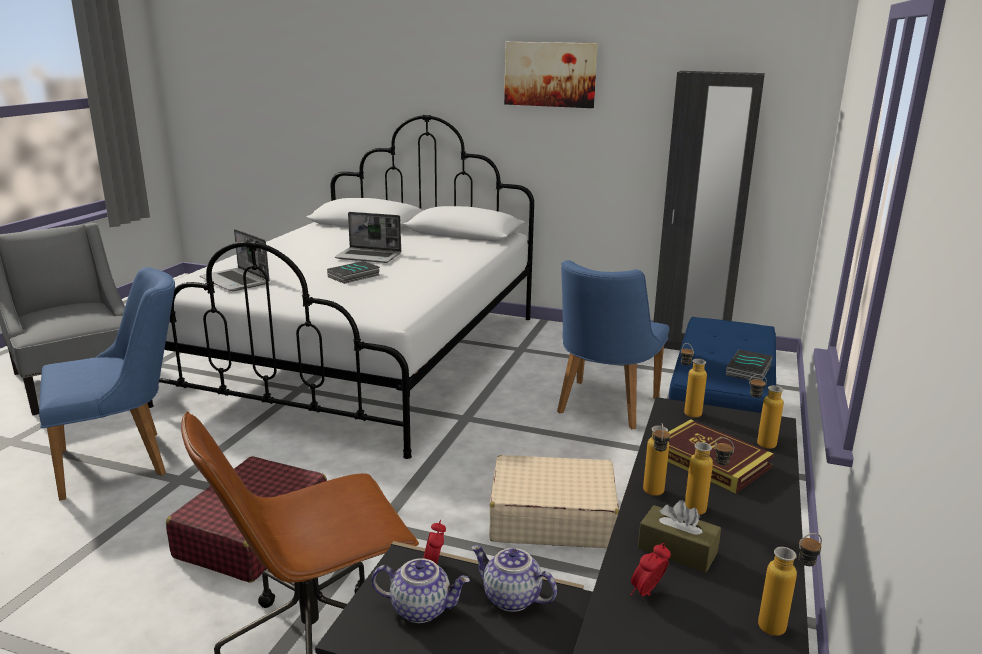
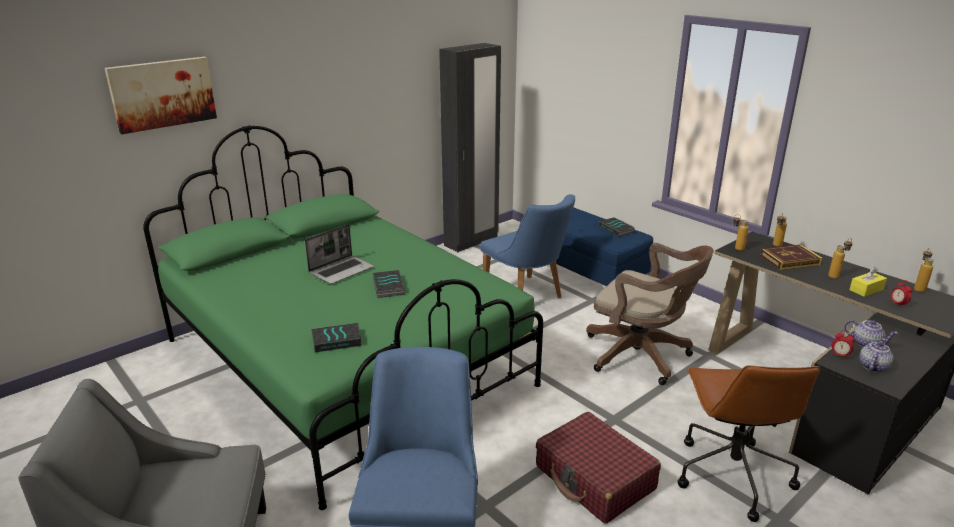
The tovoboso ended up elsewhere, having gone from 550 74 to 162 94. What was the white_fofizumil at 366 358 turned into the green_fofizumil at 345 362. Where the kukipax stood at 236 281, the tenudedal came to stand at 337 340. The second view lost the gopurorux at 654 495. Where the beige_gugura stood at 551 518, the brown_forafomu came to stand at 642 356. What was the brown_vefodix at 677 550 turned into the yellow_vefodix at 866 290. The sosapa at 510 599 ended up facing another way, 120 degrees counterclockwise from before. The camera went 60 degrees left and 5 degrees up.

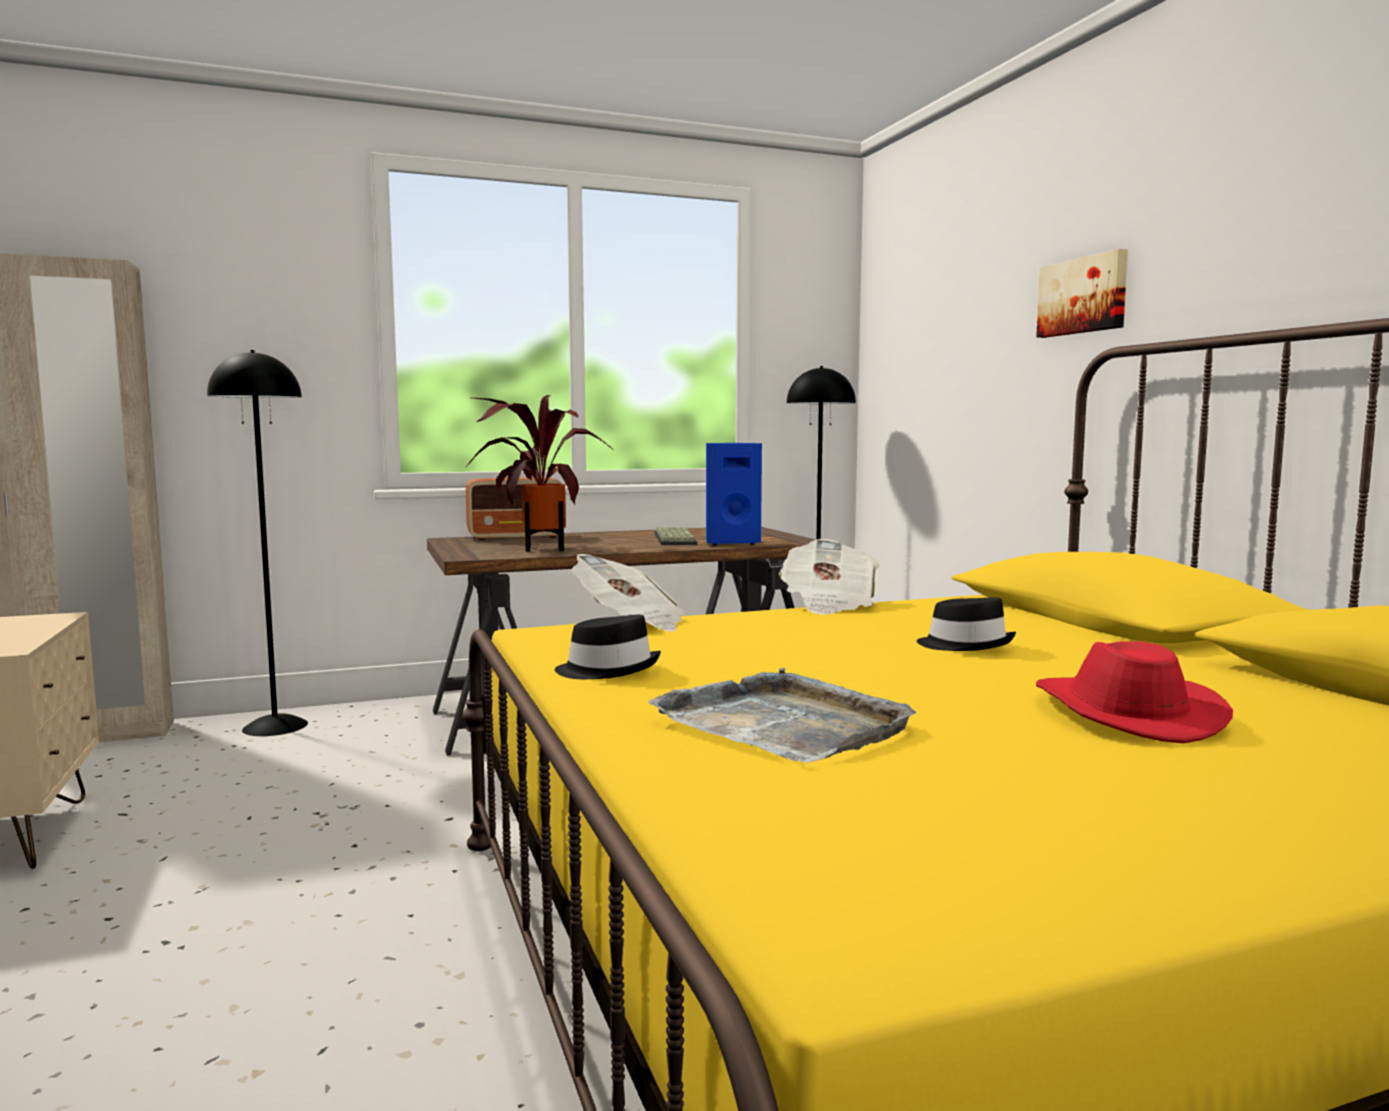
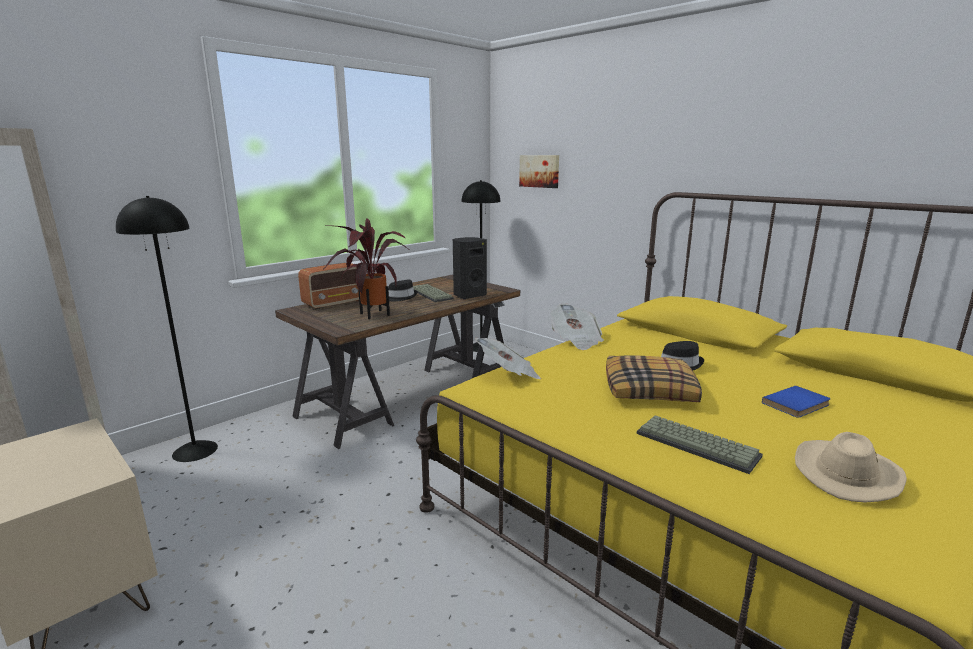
The tovoboso ended up elsewhere, having gone from 1083 296 to 540 171. What was the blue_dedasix at 731 543 turned into the black_dedasix at 469 295. The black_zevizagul ended up elsewhere, having gone from 608 670 to 401 297. Where the red_zevizagul stood at 1123 713, the blue_tenudedal came to stand at 797 404. Where the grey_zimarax stood at 784 724, the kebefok came to stand at 698 444. The second view gained the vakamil at 650 390. The second view gained the beige_zevizagul at 845 473. The camera went 25 degrees left and 10 degrees up.

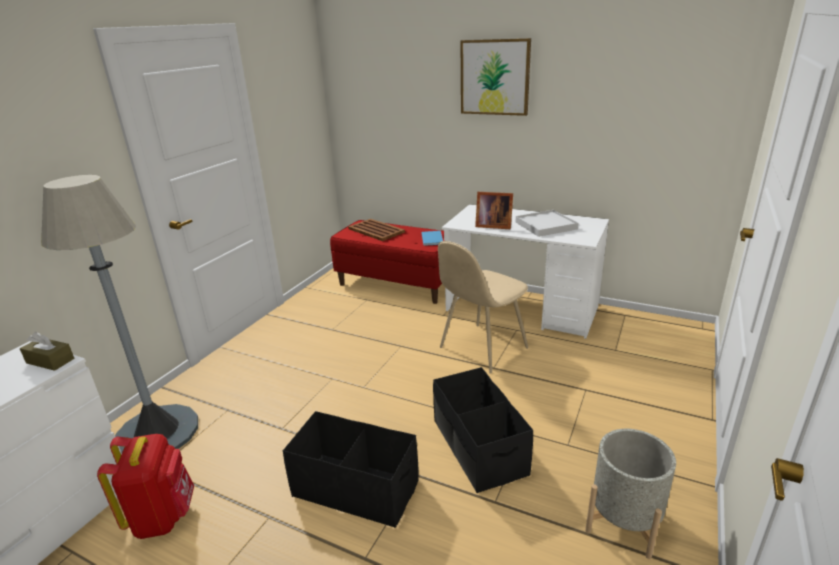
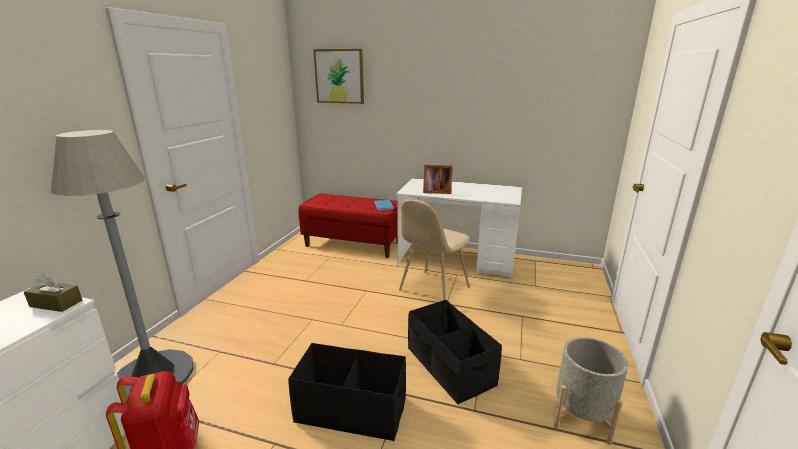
The tovoboso ended up elsewhere, having gone from 495 77 to 339 76. The second view lost the white_zimarax at 545 225. The second view lost the brown_zimarax at 376 230. The camera went 10 degrees left and 5 degrees down.

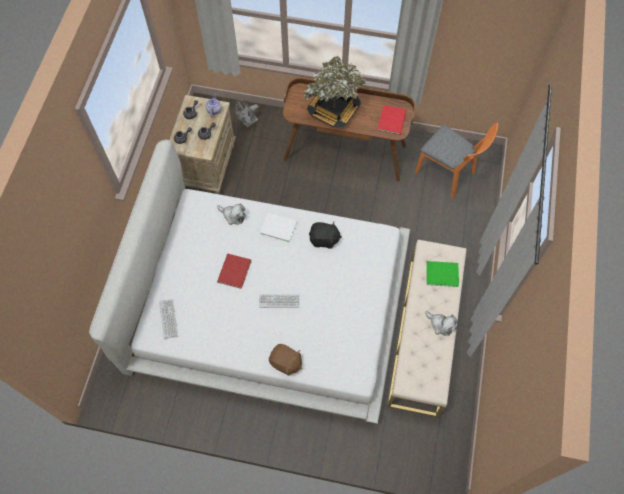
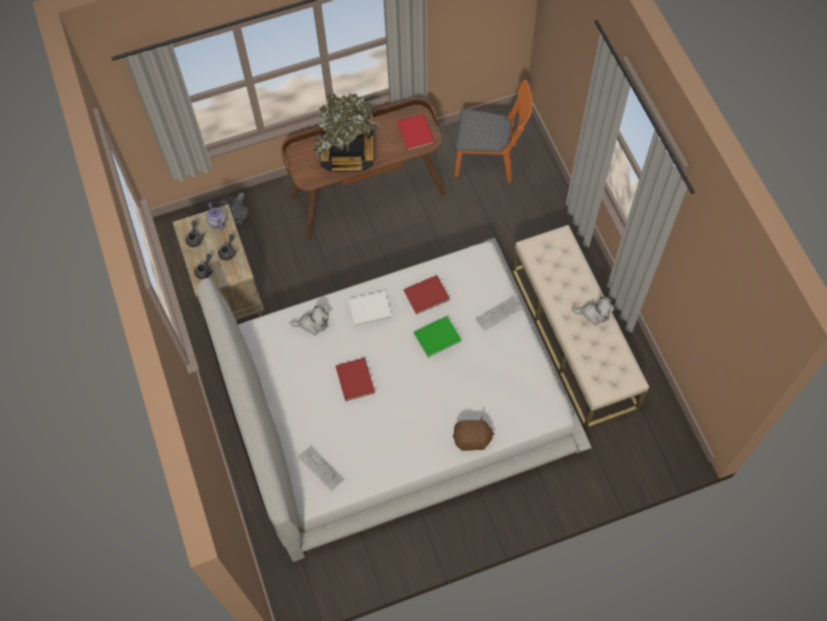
Where the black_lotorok stood at 324 239, the red_tenudedal came to stand at 425 295. The green_tenudedal ended up elsewhere, having gone from 441 273 to 436 337. The kebefok ended up elsewhere, having gone from 279 301 to 498 313. The camera went 30 degrees left and 0 degrees up.

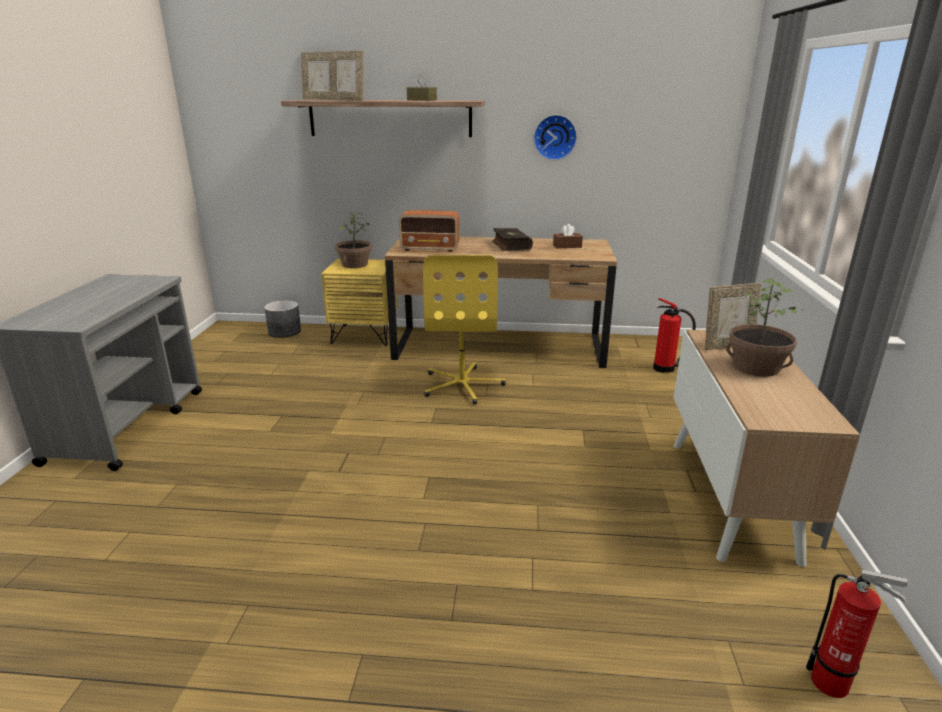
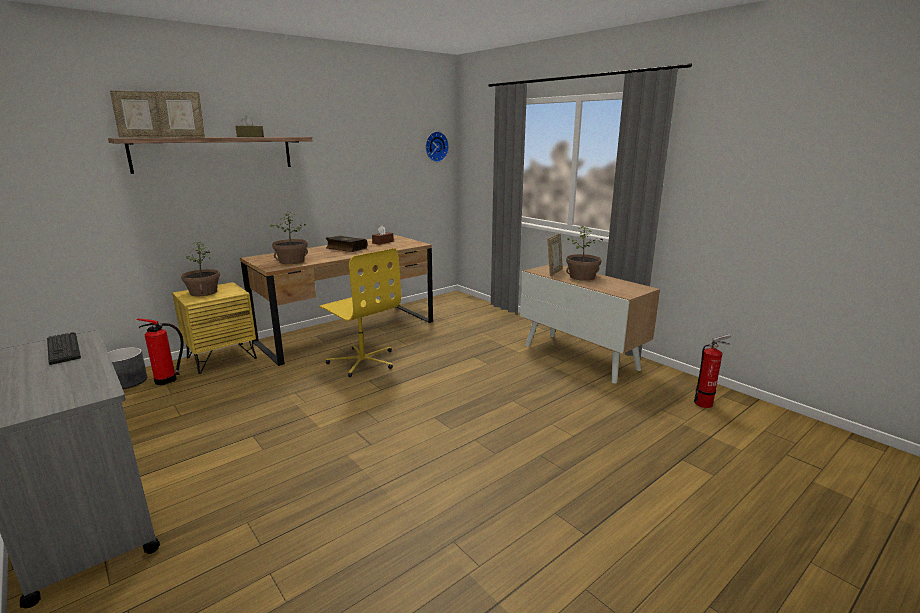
The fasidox ended up elsewhere, having gone from 555 137 to 435 146. Where the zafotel stood at 430 249, the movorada came to stand at 292 261. The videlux ended up elsewhere, having gone from 666 369 to 168 380. The second view gained the kebefok at 63 349. The camera went 45 degrees left and 5 degrees down.

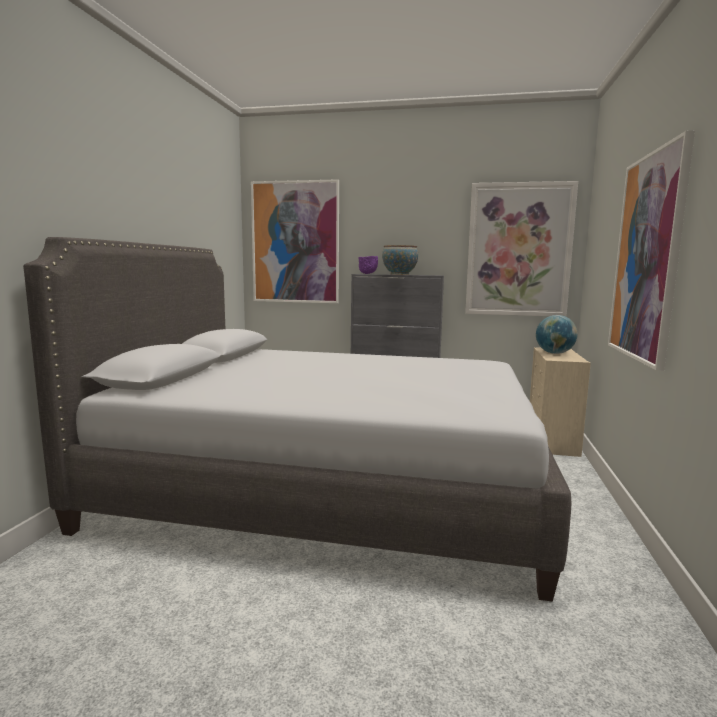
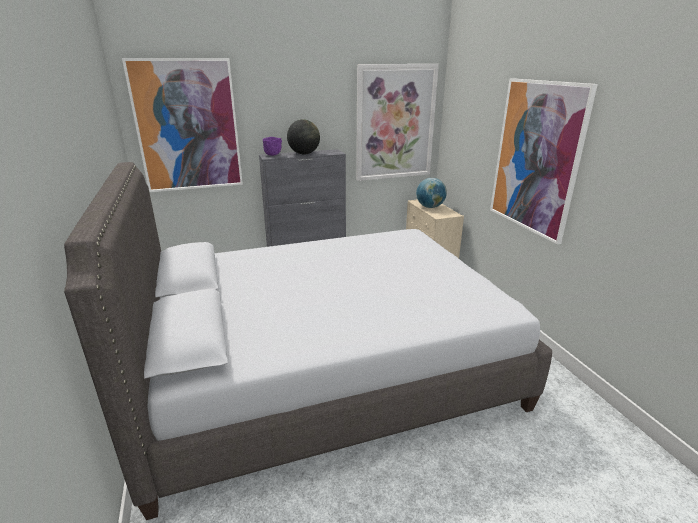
Where the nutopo stood at 399 274, the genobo came to stand at 304 154. The camera went 30 degrees left and 15 degrees up.

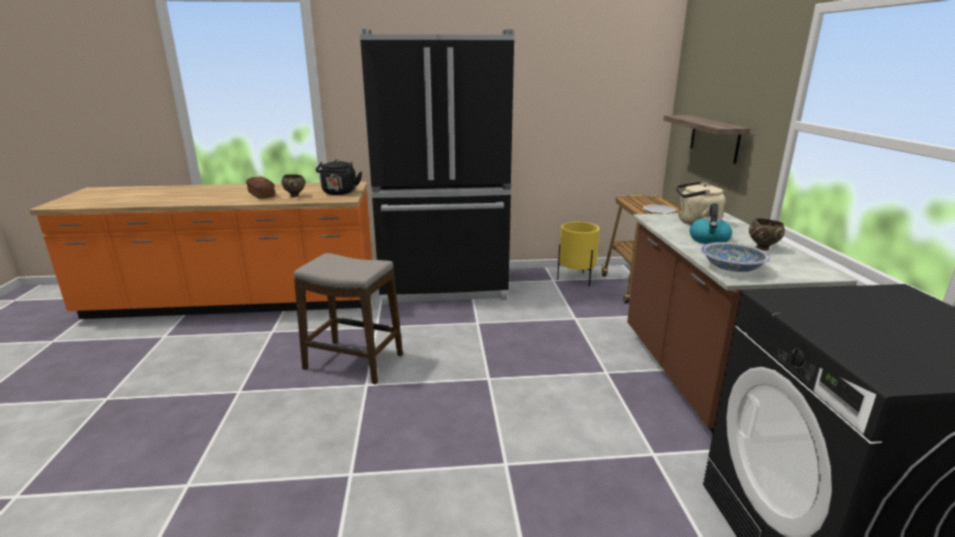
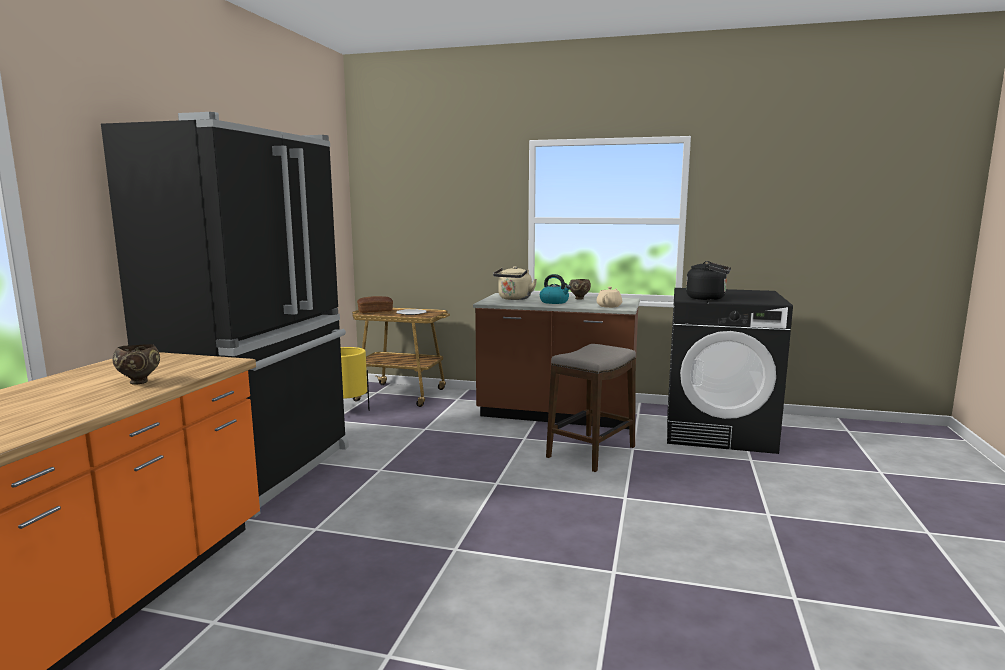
The second view lost the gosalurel at 714 138. The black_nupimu ended up elsewhere, having gone from 339 193 to 708 298. The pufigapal ended up elsewhere, having gone from 261 195 to 375 311. Where the nutopo stood at 732 268, the beige_sosapa came to stand at 609 306. The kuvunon ended up elsewhere, having gone from 354 362 to 591 452. The camera went 70 degrees left and 10 degrees down.

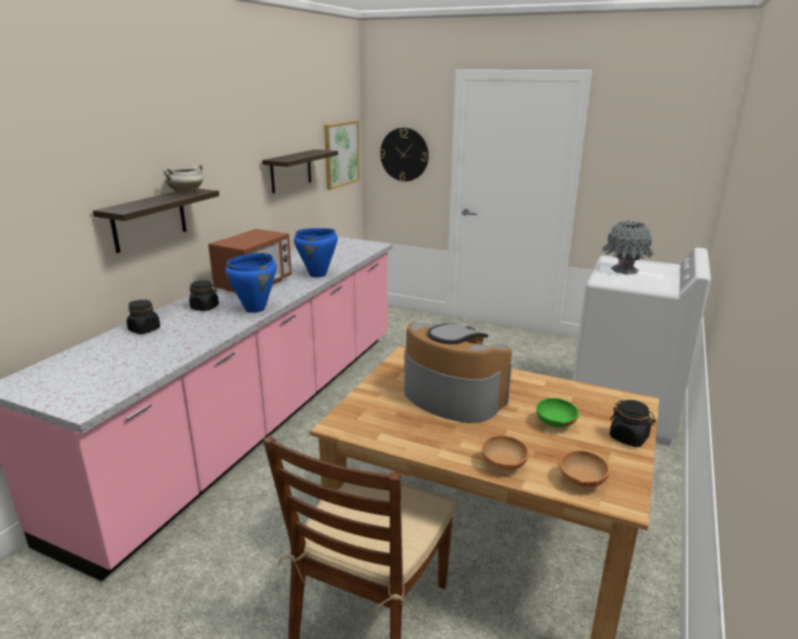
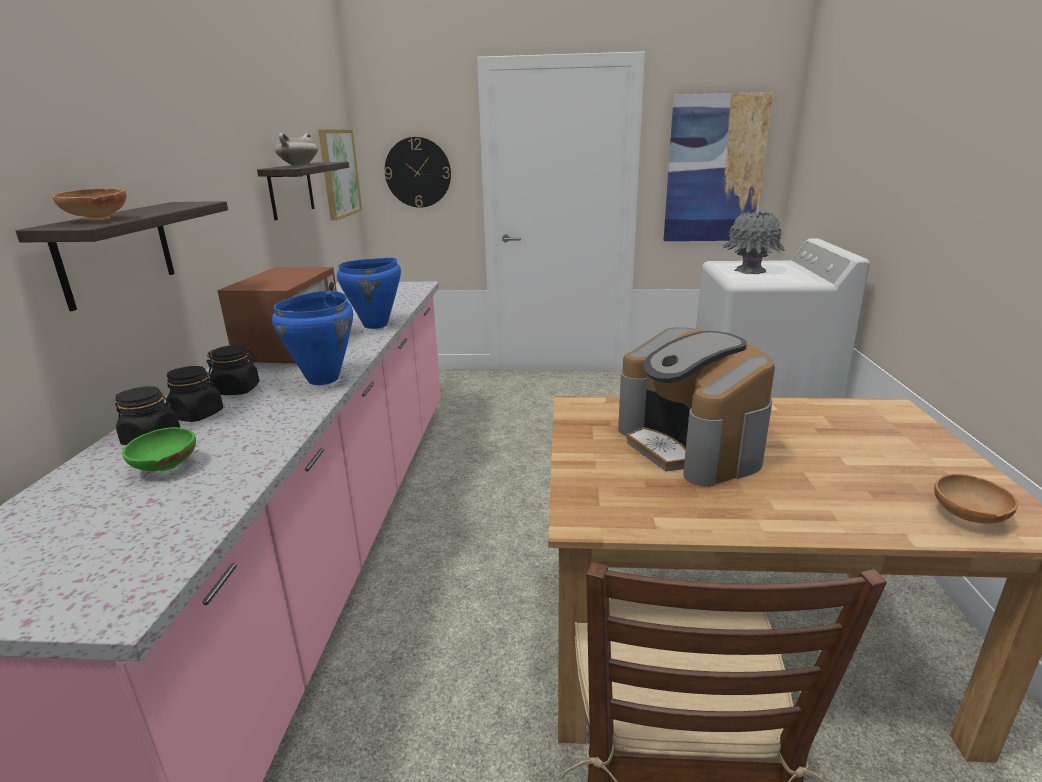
The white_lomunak ended up elsewhere, having gone from 186 193 to 299 165. The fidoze at 452 396 ended up facing another way, 135 degrees counterclockwise from before. The green_nutopo ended up elsewhere, having gone from 554 424 to 164 468. The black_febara ended up elsewhere, having gone from 629 438 to 198 415. The brown_nutopo ended up elsewhere, having gone from 503 466 to 95 220. The second view gained the tovoboso at 714 170. The camera went 20 degrees left and 0 degrees up.

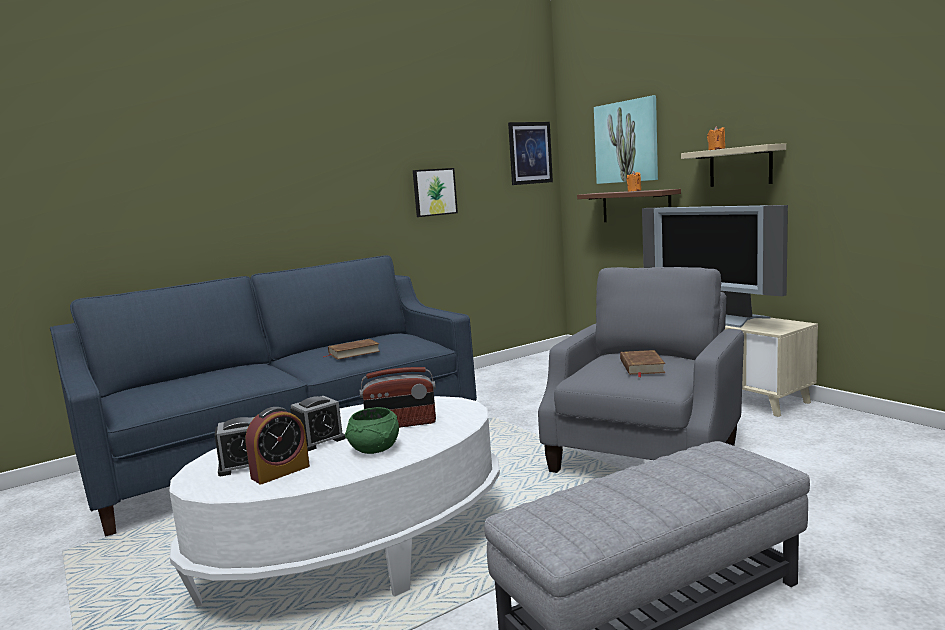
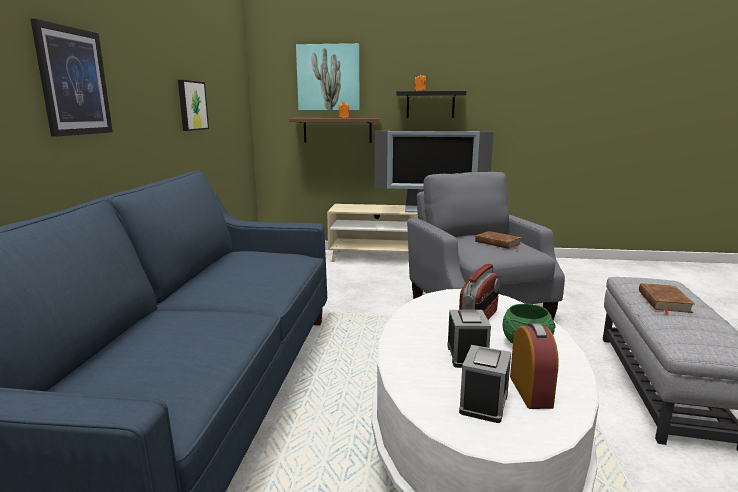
The tovoboso ended up elsewhere, having gone from 530 153 to 74 82. What was the beige_gosalurel at 740 166 turned into the black_gosalurel at 430 104. The brown_tenudedal ended up elsewhere, having gone from 353 352 to 663 301. The camera went 50 degrees left and 5 degrees up.

